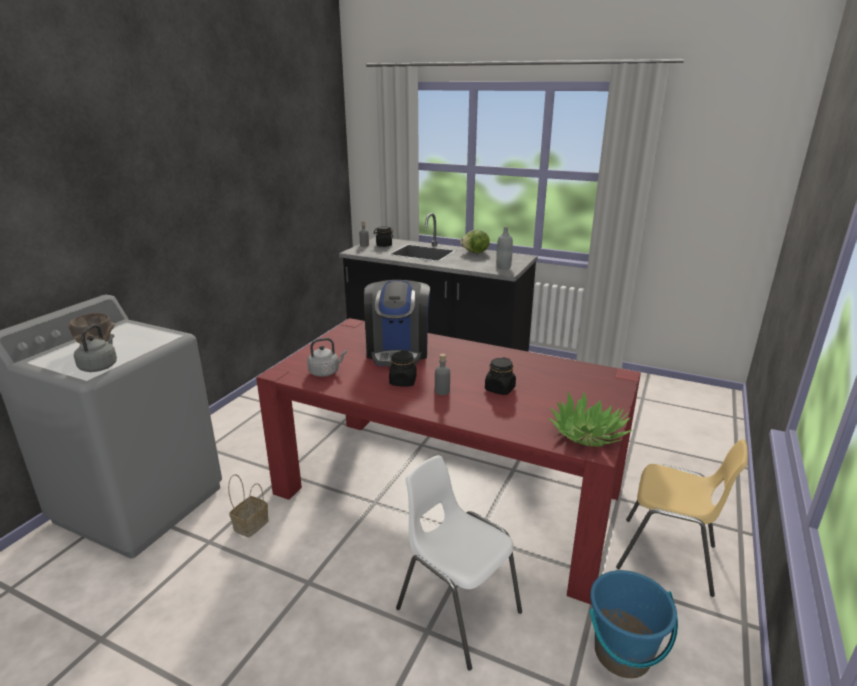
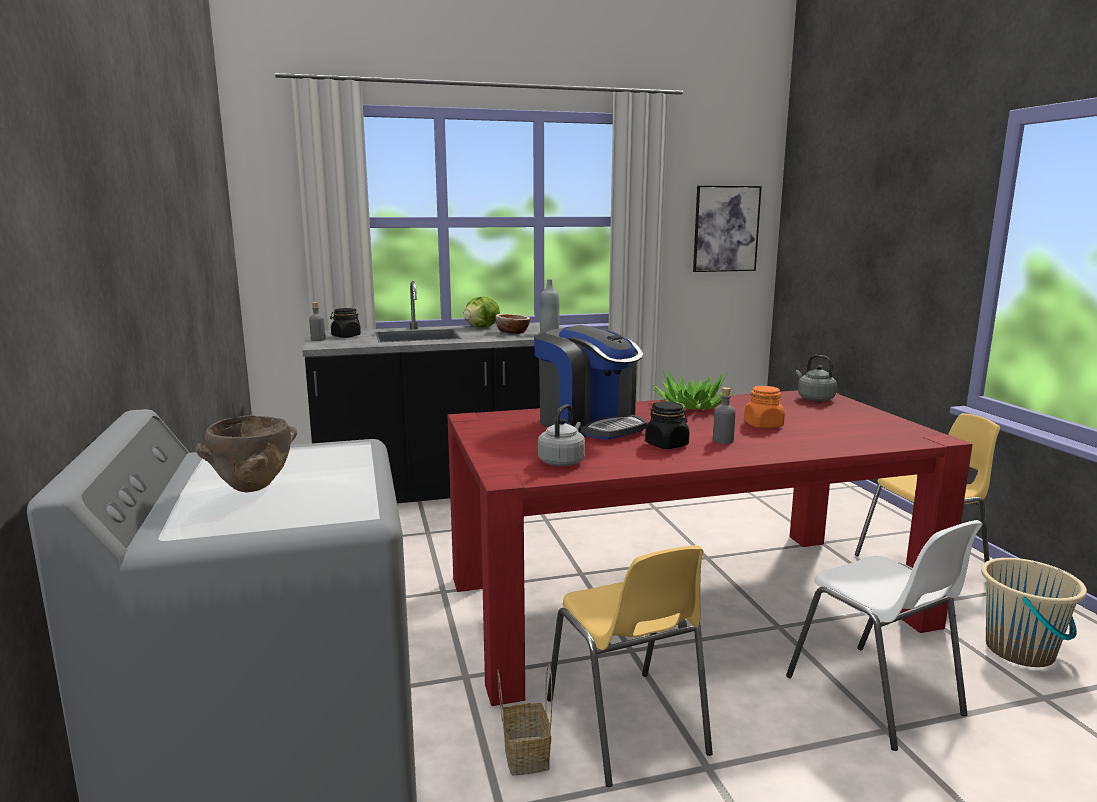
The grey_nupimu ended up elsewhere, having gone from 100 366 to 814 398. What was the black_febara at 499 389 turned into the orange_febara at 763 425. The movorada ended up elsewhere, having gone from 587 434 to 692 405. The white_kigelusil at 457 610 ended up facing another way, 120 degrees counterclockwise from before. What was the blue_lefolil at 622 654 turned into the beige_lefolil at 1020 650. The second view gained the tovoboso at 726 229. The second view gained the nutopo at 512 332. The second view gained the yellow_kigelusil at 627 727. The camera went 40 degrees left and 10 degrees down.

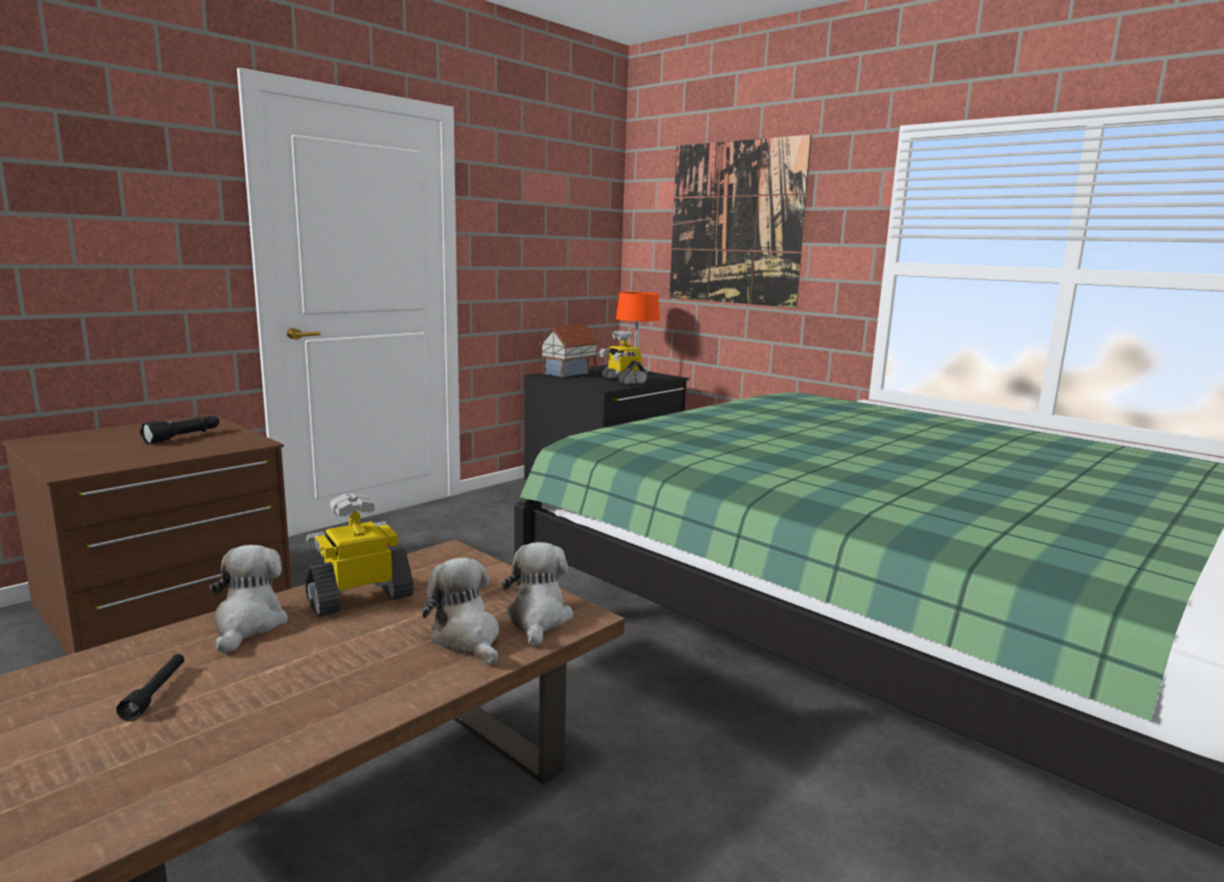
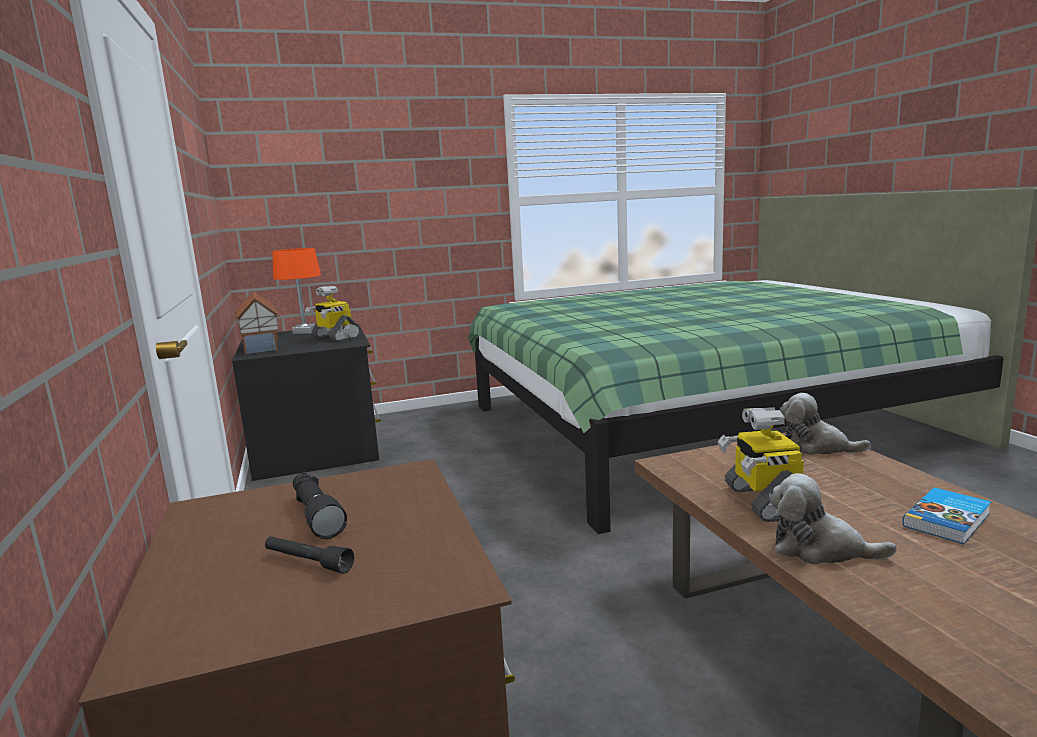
The second view lost the tovoboso at 734 223. The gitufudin at 623 381 ended up facing another way, 45 degrees clockwise from before. The second view lost the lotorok at 467 638. The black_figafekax ended up elsewhere, having gone from 156 693 to 308 562. The second view gained the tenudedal at 949 520. The camera went 60 degrees left and 0 degrees up.

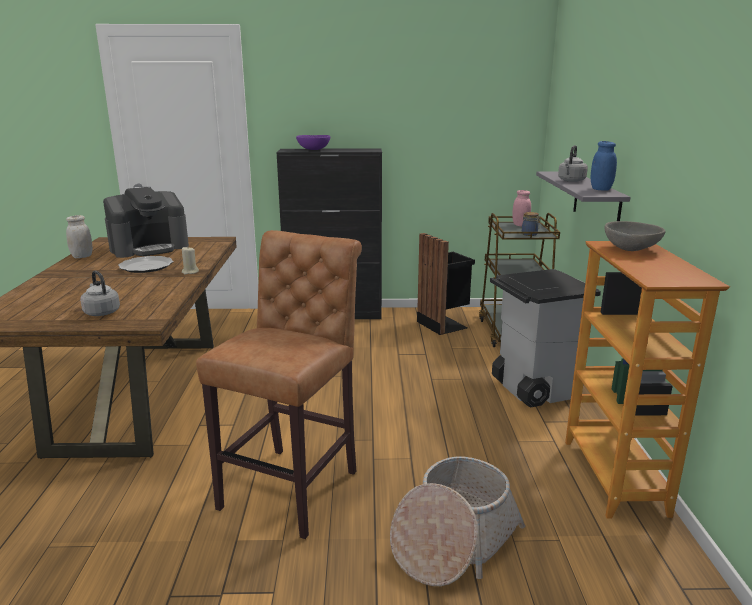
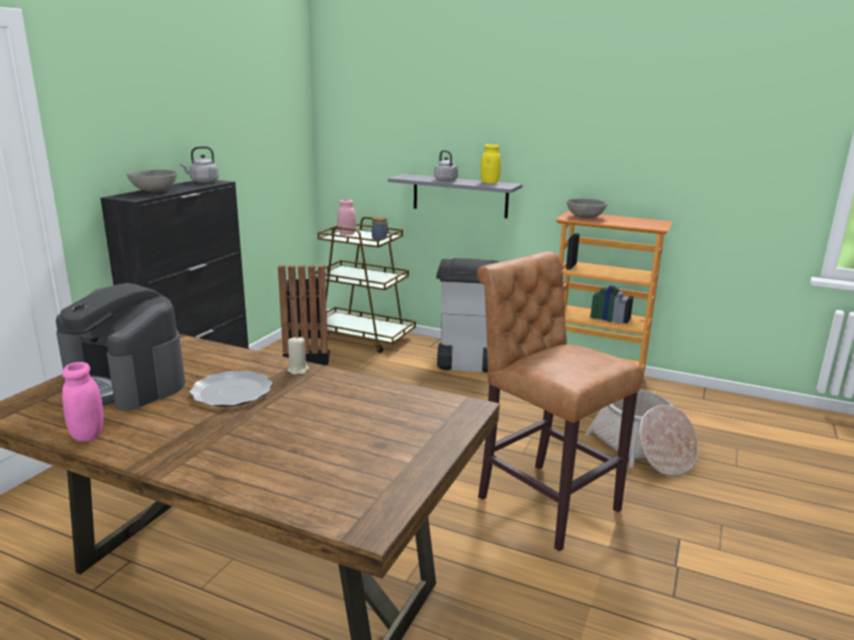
What was the purple_nutopo at 314 149 turned into the grey_nutopo at 154 191. What was the blue_febara at 601 189 turned into the yellow_febara at 489 182. The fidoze at 149 248 ended up facing another way, 135 degrees clockwise from before. What was the white_febara at 82 256 turned into the pink_febara at 88 435. The grey_nupimu ended up elsewhere, having gone from 101 312 to 203 181. The camera went 65 degrees left and 0 degrees up.

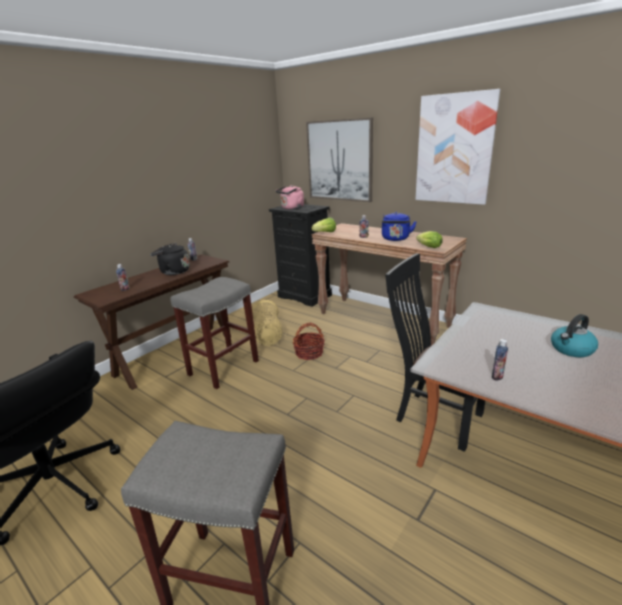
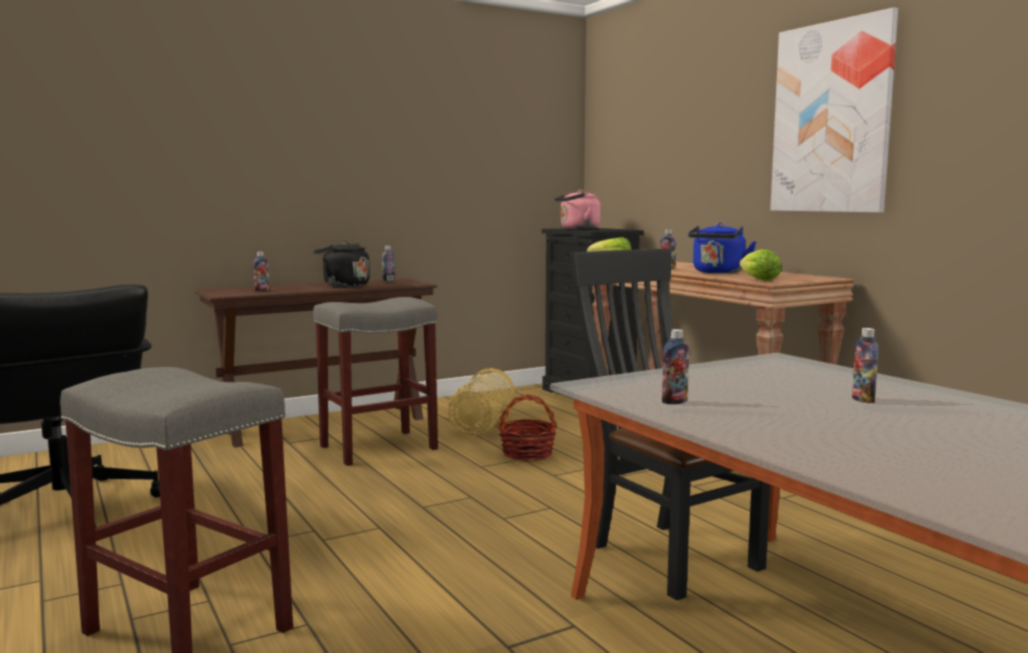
The second view lost the tovoboso at 339 161. Where the nupimu stood at 571 349, the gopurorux came to stand at 863 400. The camera went 20 degrees right and 15 degrees down.

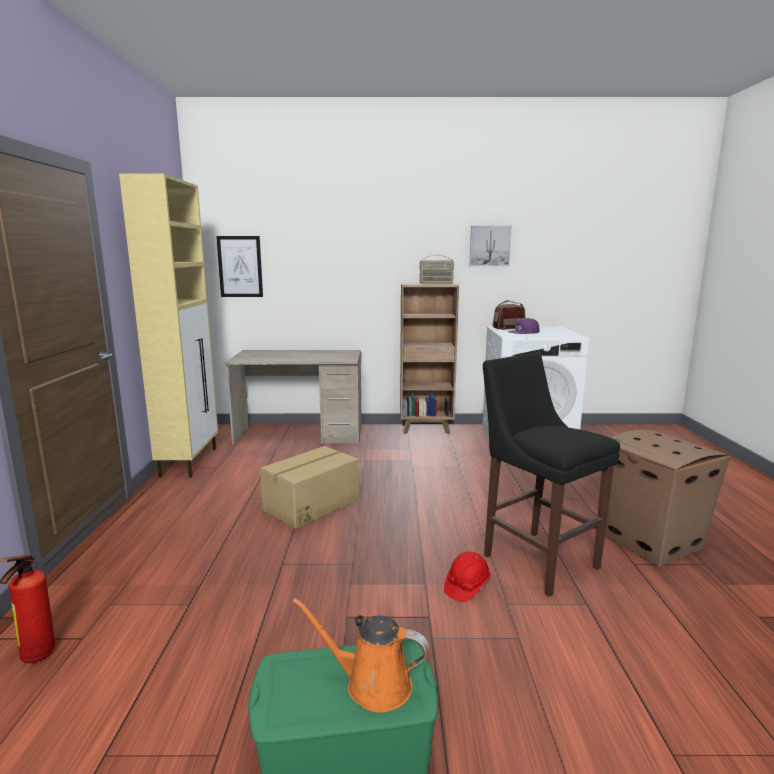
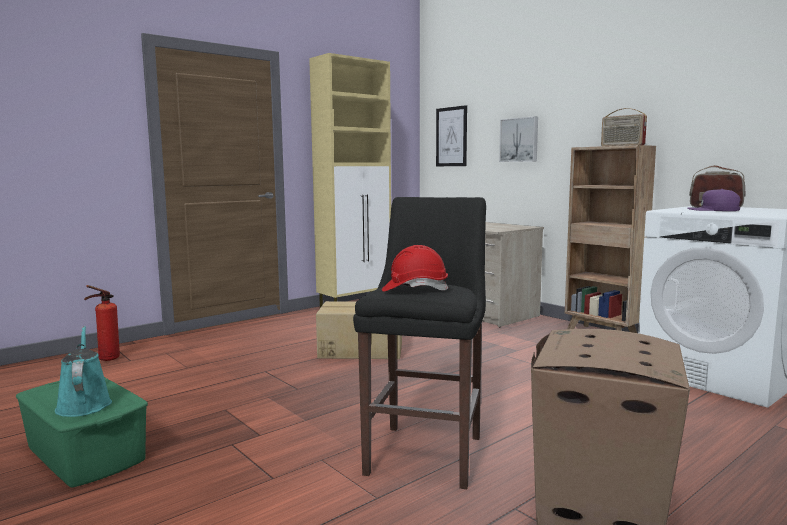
The tovoboso ended up elsewhere, having gone from 489 246 to 519 140. The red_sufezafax ended up elsewhere, having gone from 466 586 to 414 289. What was the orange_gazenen at 372 684 turned into the turquoise_gazenen at 84 404. The camera went 50 degrees right and 5 degrees down.

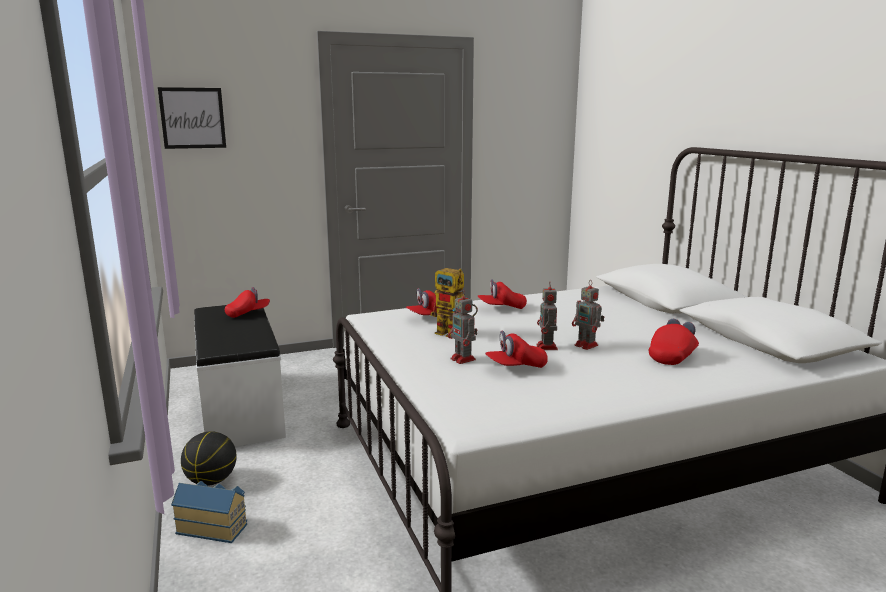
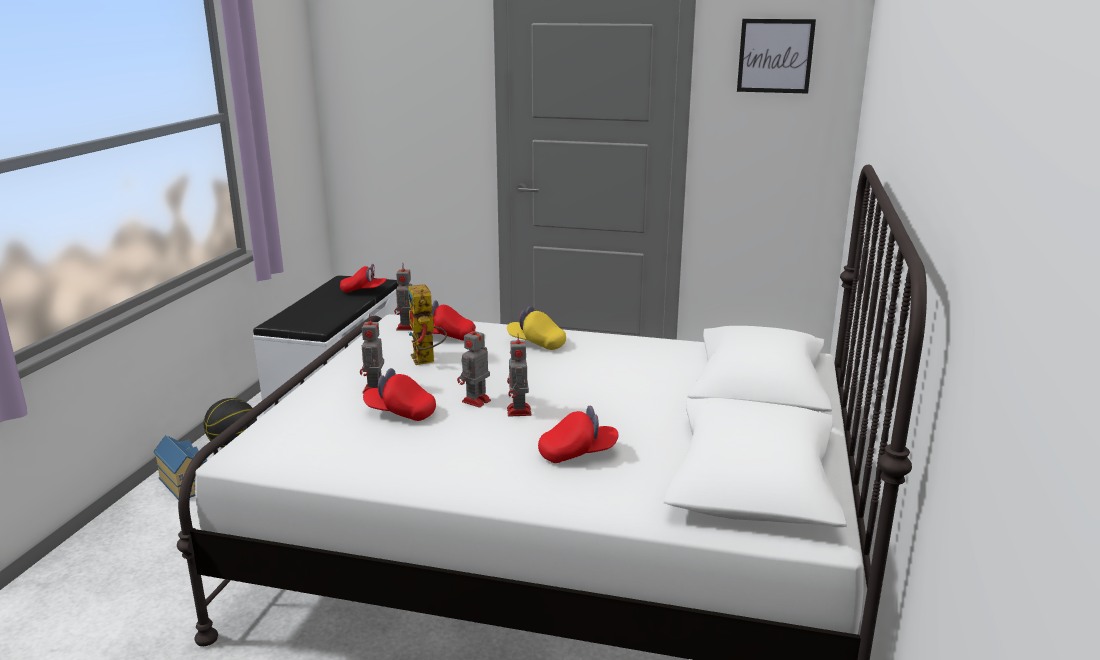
The tovoboso ended up elsewhere, having gone from 192 118 to 775 56. What was the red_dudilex at 501 308 turned into the yellow_dudilex at 536 343. The second view gained the gitufudin at 406 328. The camera went 35 degrees right and 5 degrees up.

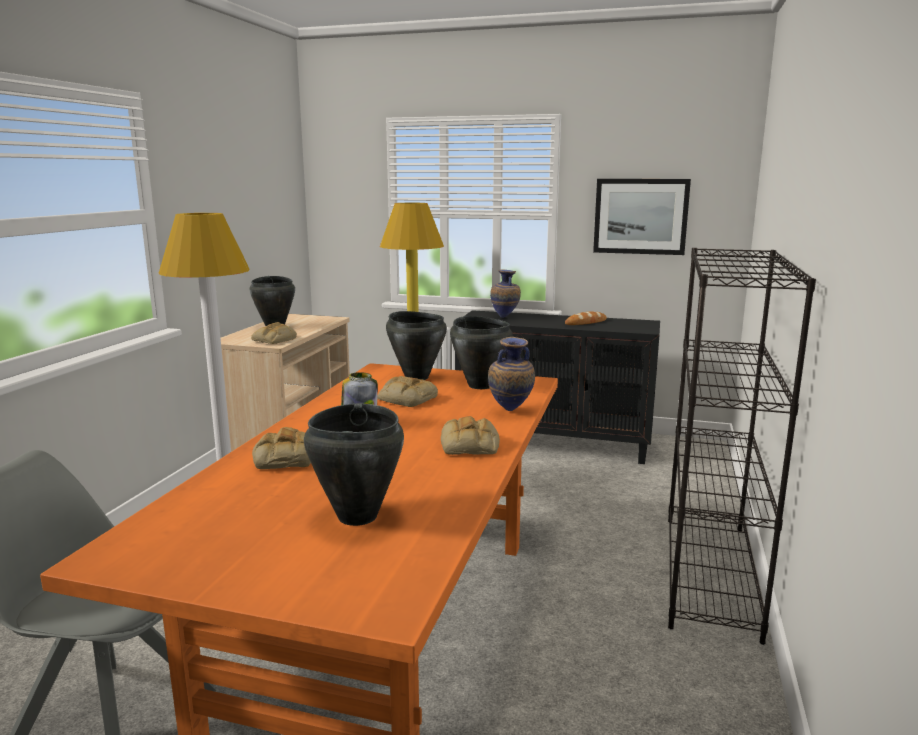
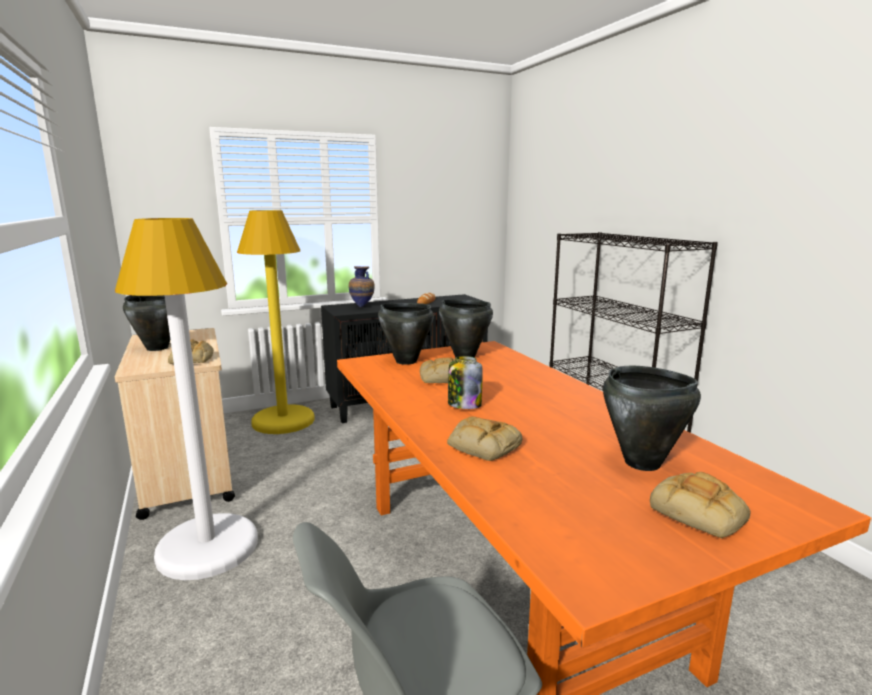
The second view lost the tovoboso at 640 216. The second view lost the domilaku at 510 412. The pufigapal ended up elsewhere, having gone from 470 446 to 700 512. The camera went 40 degrees left and 0 degrees up.

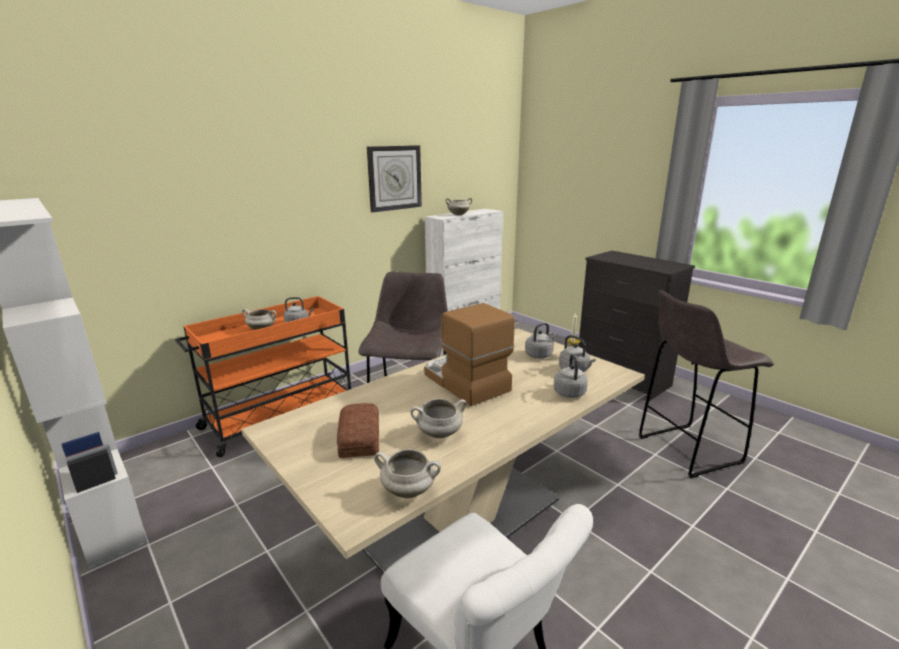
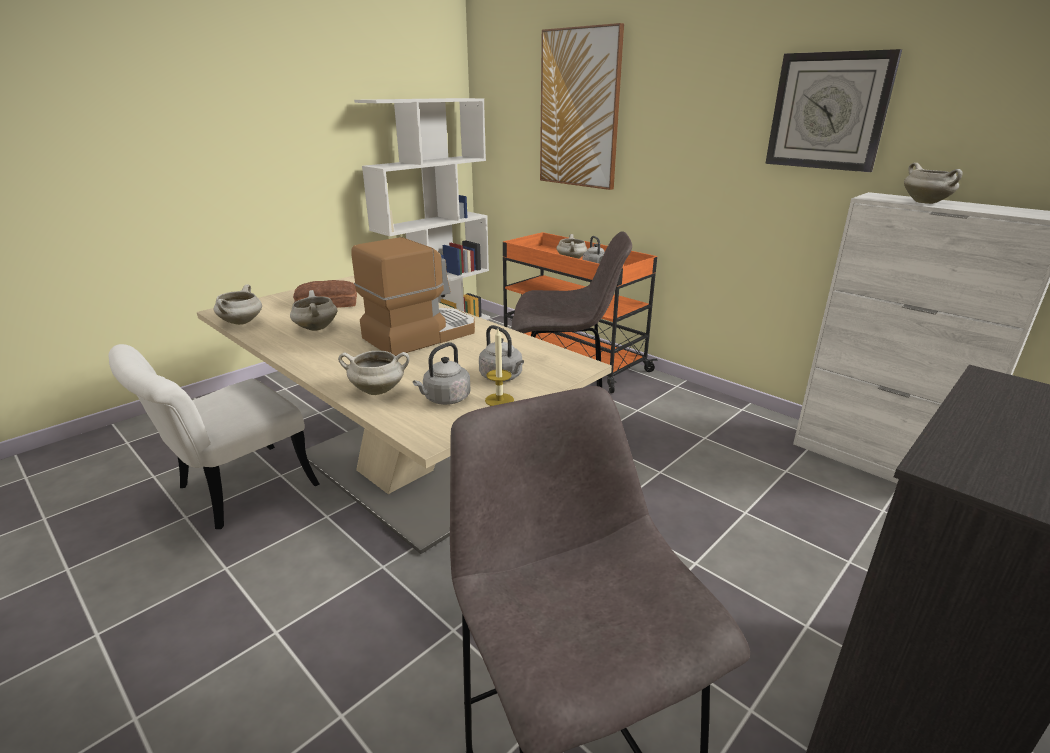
Where the grey_nupimu stood at 569 392, the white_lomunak came to stand at 378 390. The second view gained the tovoboso at 579 109. The camera went 85 degrees right and 5 degrees up.

